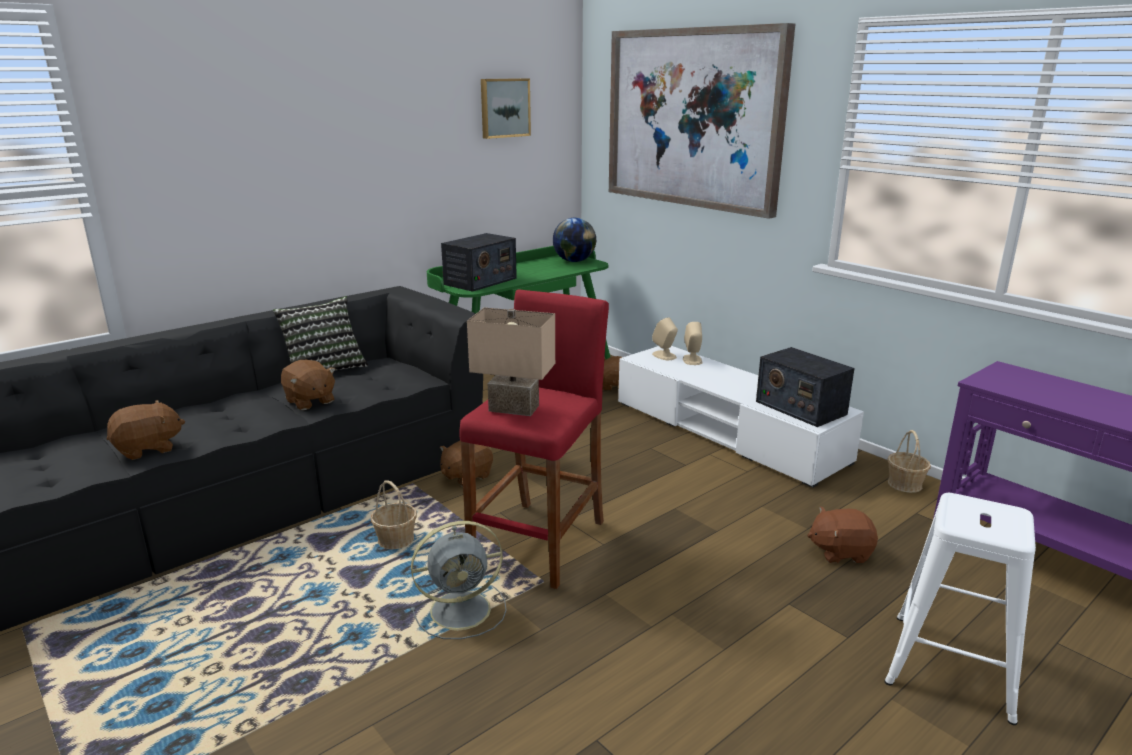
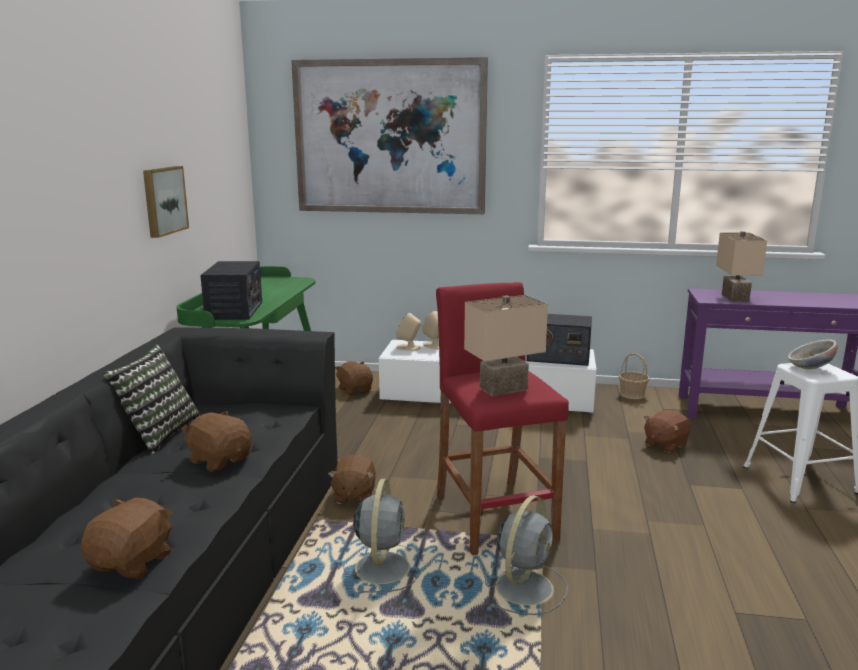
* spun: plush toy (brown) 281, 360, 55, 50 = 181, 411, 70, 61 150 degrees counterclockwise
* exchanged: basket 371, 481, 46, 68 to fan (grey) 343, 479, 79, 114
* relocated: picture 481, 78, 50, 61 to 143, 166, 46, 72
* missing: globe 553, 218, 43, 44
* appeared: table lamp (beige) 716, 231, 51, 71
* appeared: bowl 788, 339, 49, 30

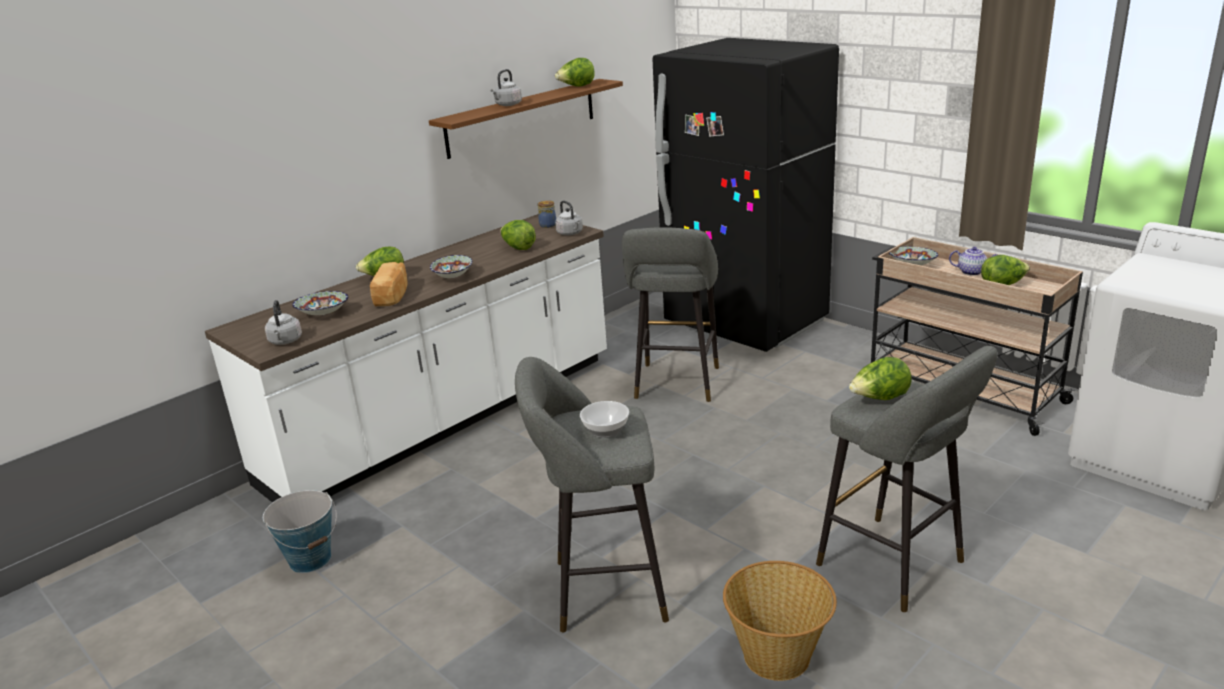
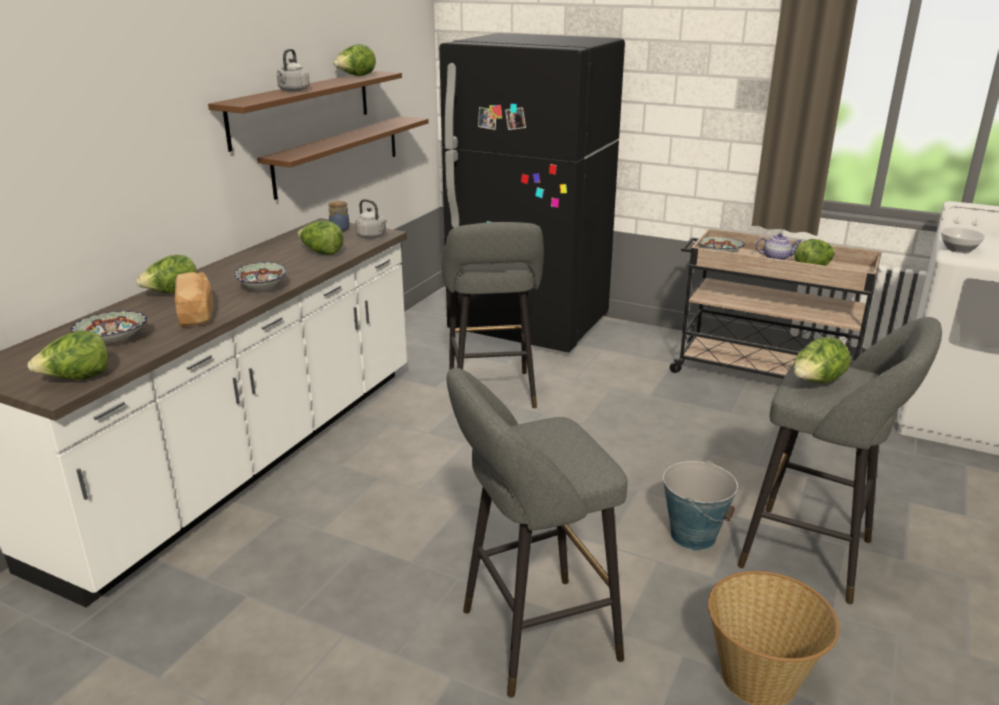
* relocated: bucket 263, 490, 74, 83 to 663, 461, 75, 89
* exchanged: kettle (grey) 265, 300, 37, 45 to lettuce 28, 331, 81, 49
* relocated: bowl 580, 401, 49, 37 to 941, 227, 45, 26
* appeared: shelf (brown) 257, 116, 172, 84

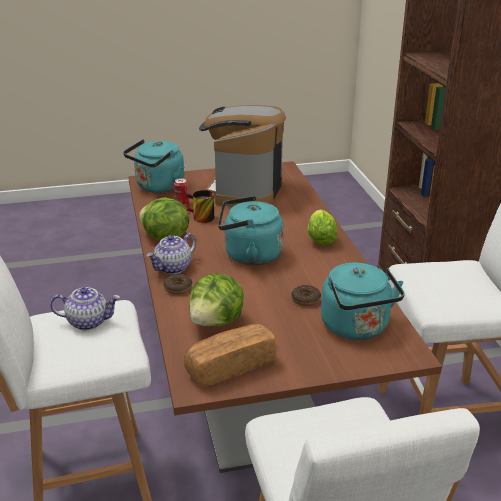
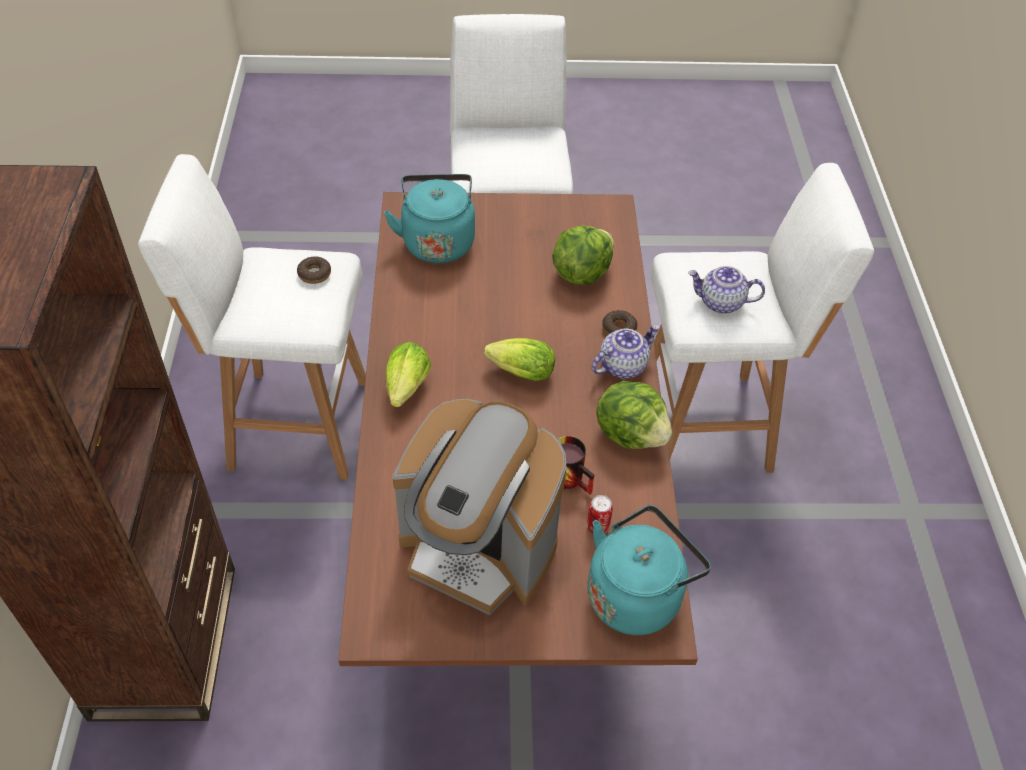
* missing: bread 184, 324, 92, 62
* spun: coffee machine 199, 105, 87, 102 = 393, 399, 173, 216 90 degrees clockwise
* exchanged: kettle (turquoise) 218, 196, 66, 69 to lettuce 484, 338, 71, 43
* relocated: donut 292, 285, 29, 21 to 297, 256, 34, 28

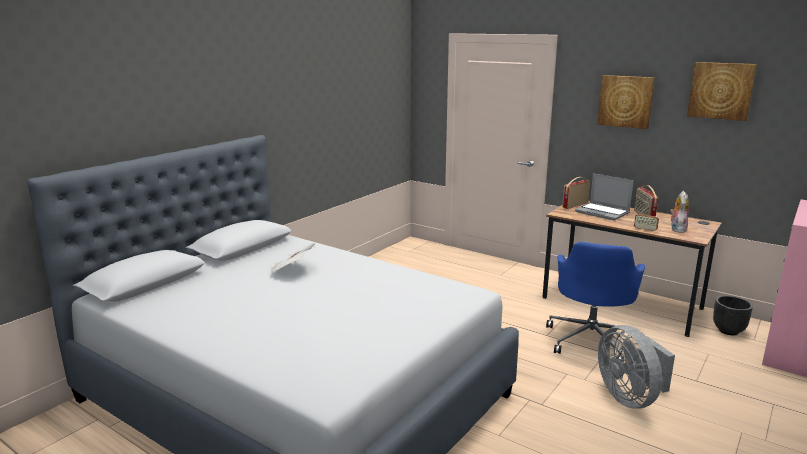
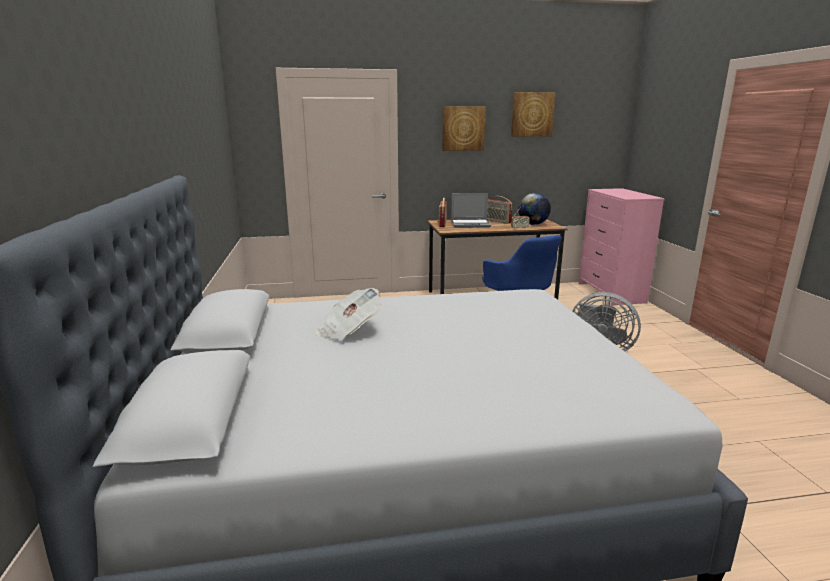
* exchanged: plush toy 670, 191, 19, 42 to globe 518, 193, 33, 32
* missing: planter (black) 713, 296, 40, 39

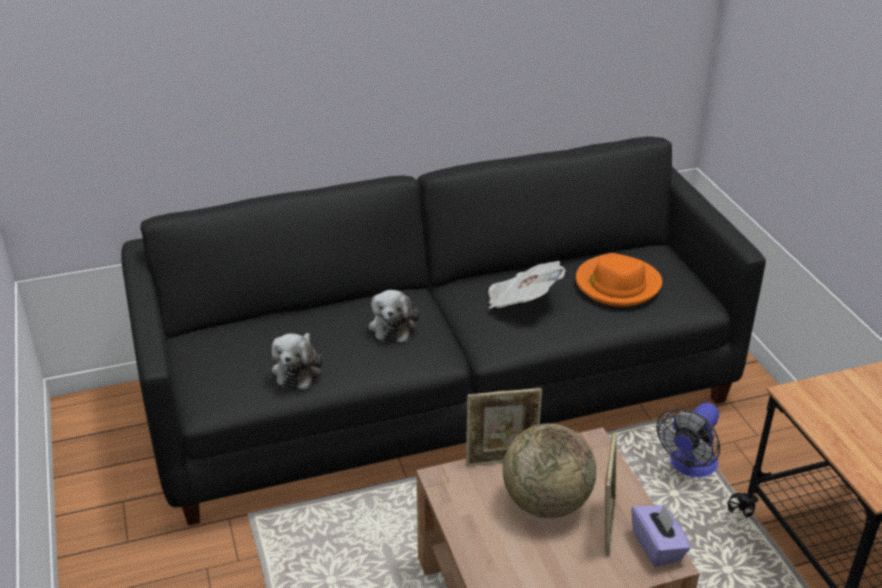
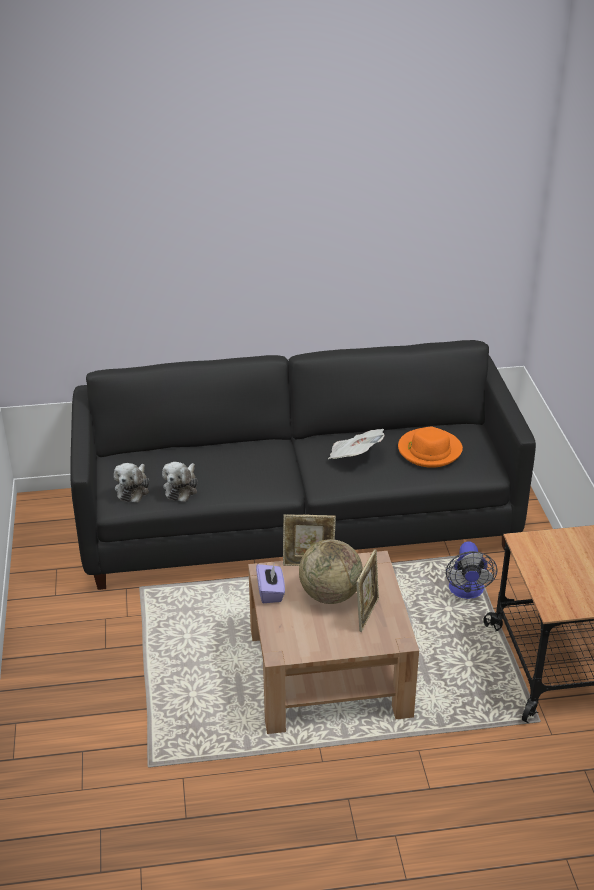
* relocated: plush toy 369, 290, 50, 53 to 114, 463, 35, 39
* relocated: tissue box (purple) 631, 503, 60, 64 to 256, 564, 29, 39
* spun: fan 657, 403, 63, 75 = 446, 541, 51, 58 45 degrees counterclockwise

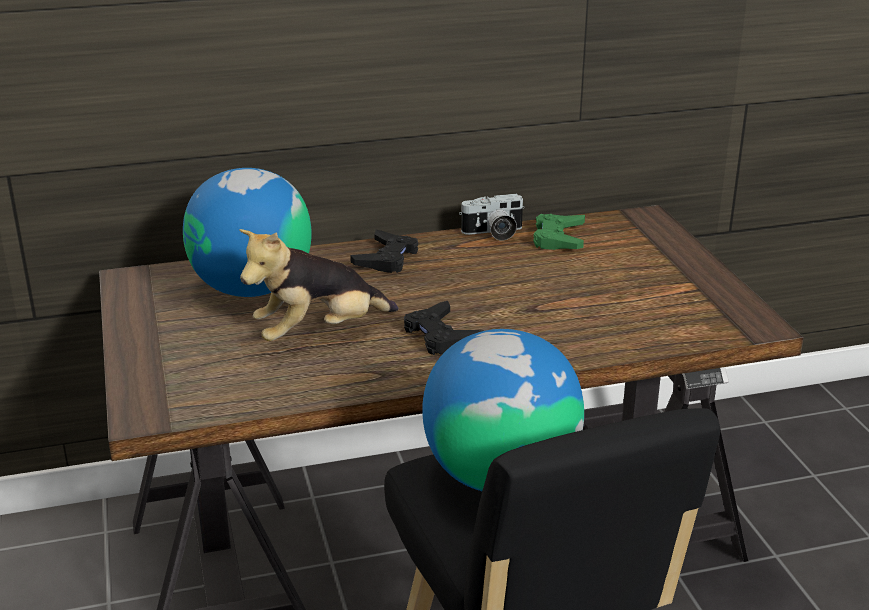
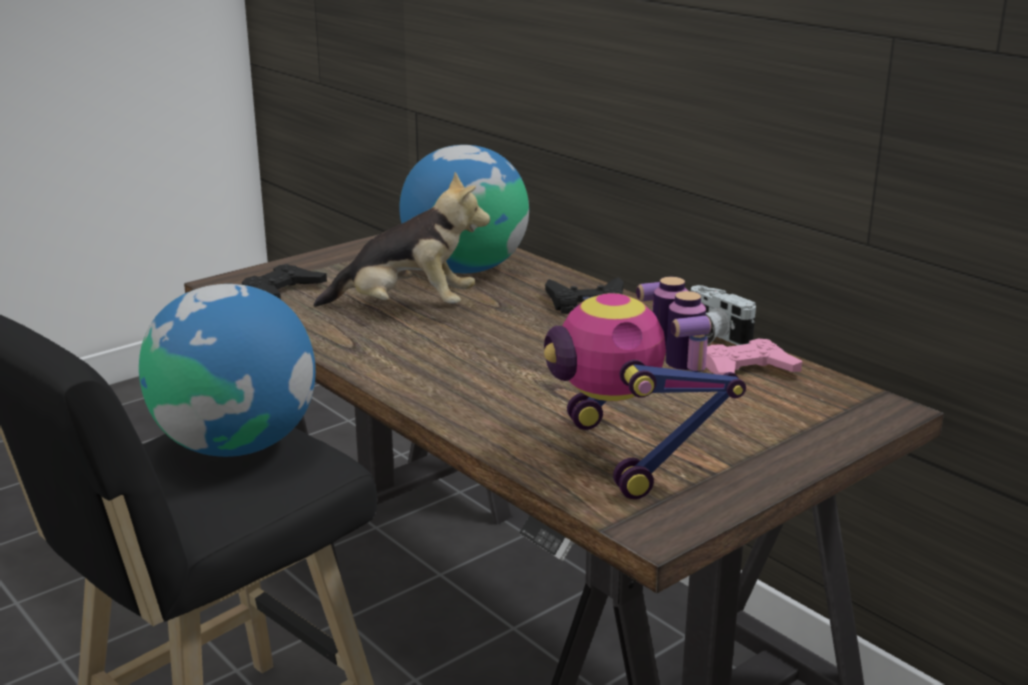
* spun: plush toy 239, 229, 160, 112 = 313, 172, 177, 135 150 degrees clockwise
* relocated: game controller (black) 404, 301, 79, 54 to 242, 264, 85, 35
* colour: game controller (green) 533, 214, 52, 36 to game controller (pink) 706, 339, 96, 36
* appeared: toy robot 544, 277, 202, 222

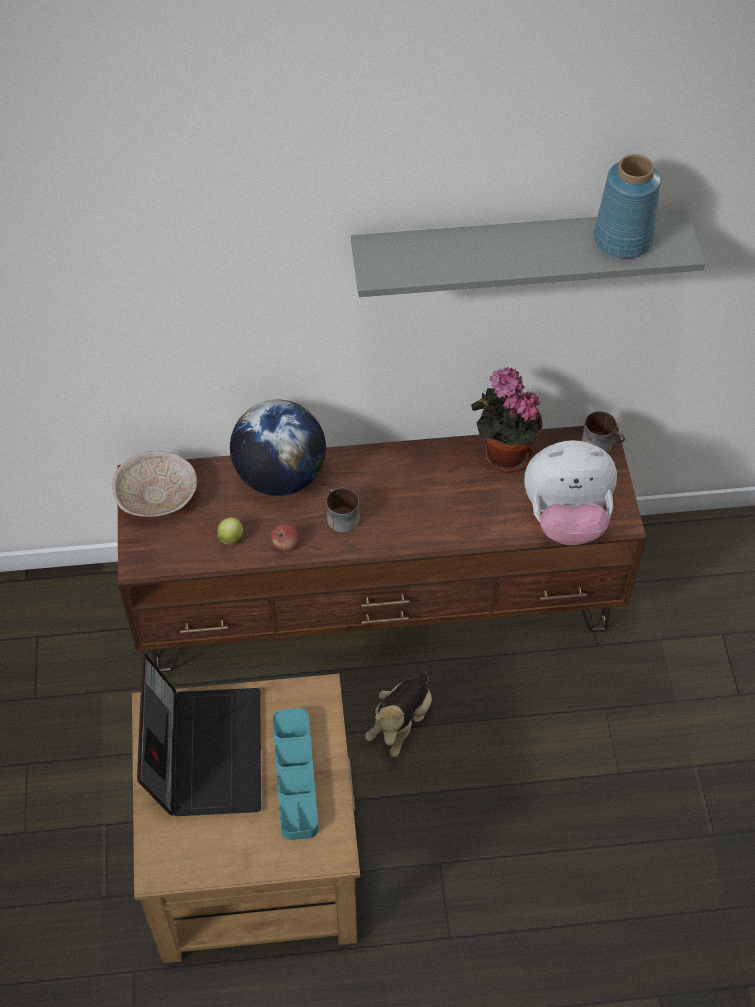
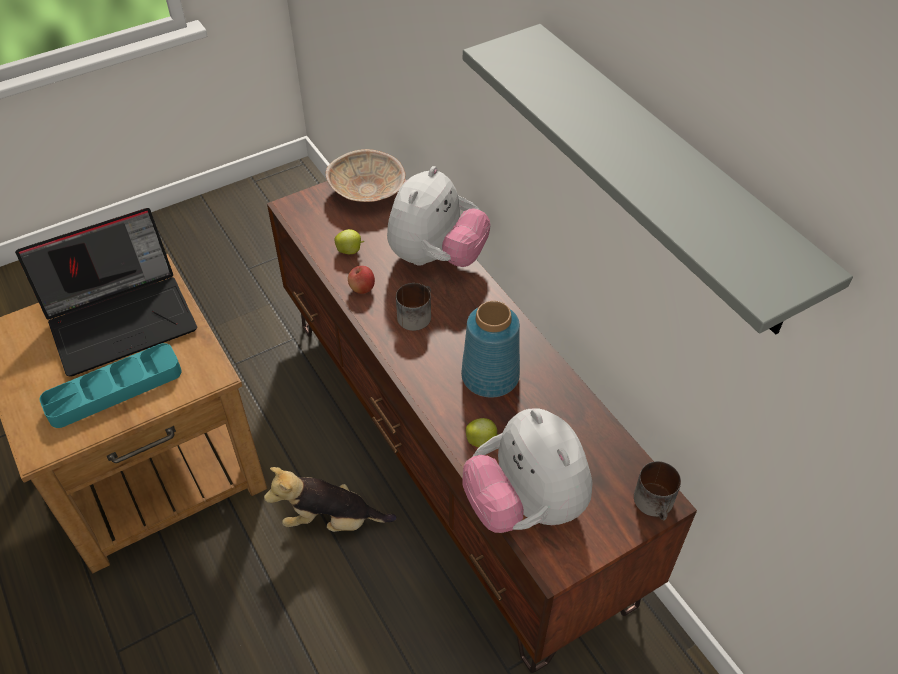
* exchanged: globe 230, 400, 96, 96 to plush toy 387, 166, 103, 101
* missing: potted plant 471, 367, 72, 106
* relocated: vase (blue) 593, 154, 68, 105 to 461, 301, 59, 97
* appeared: apple 466, 418, 33, 29

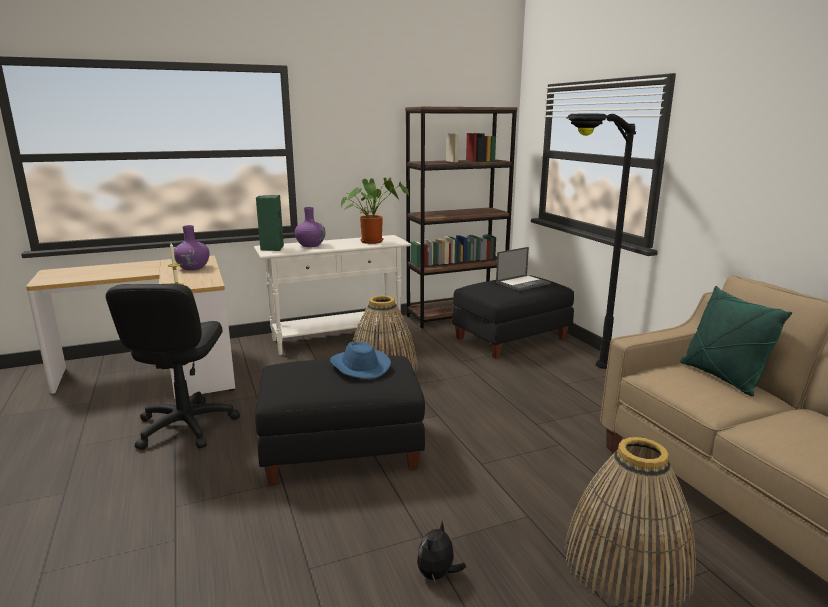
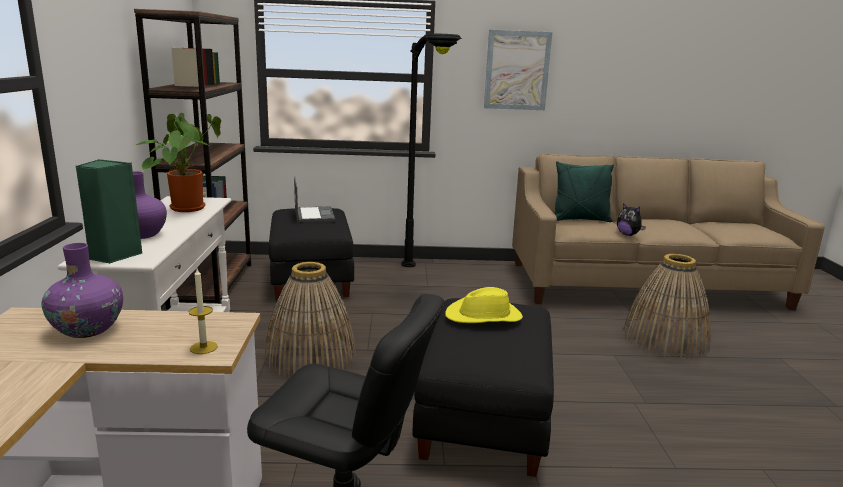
* colour: hat (blue) 330, 341, 61, 38 to hat (yellow) 445, 287, 78, 36
* relocated: plush toy 417, 521, 49, 63 to 617, 203, 29, 33
* appeared: picture 484, 30, 68, 80

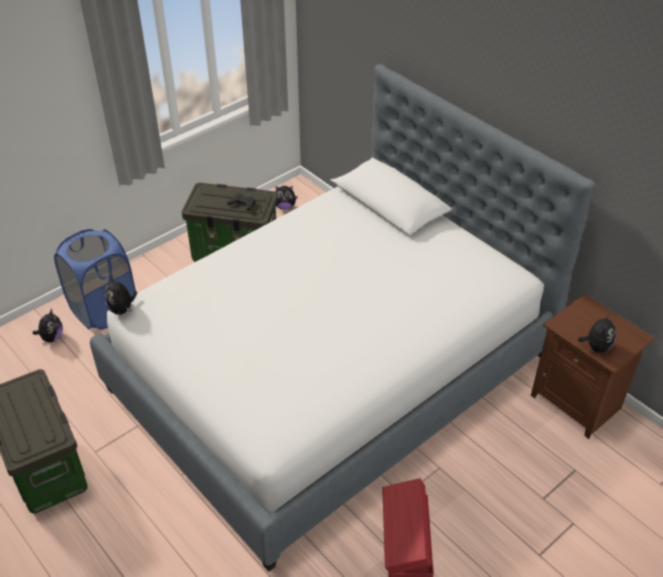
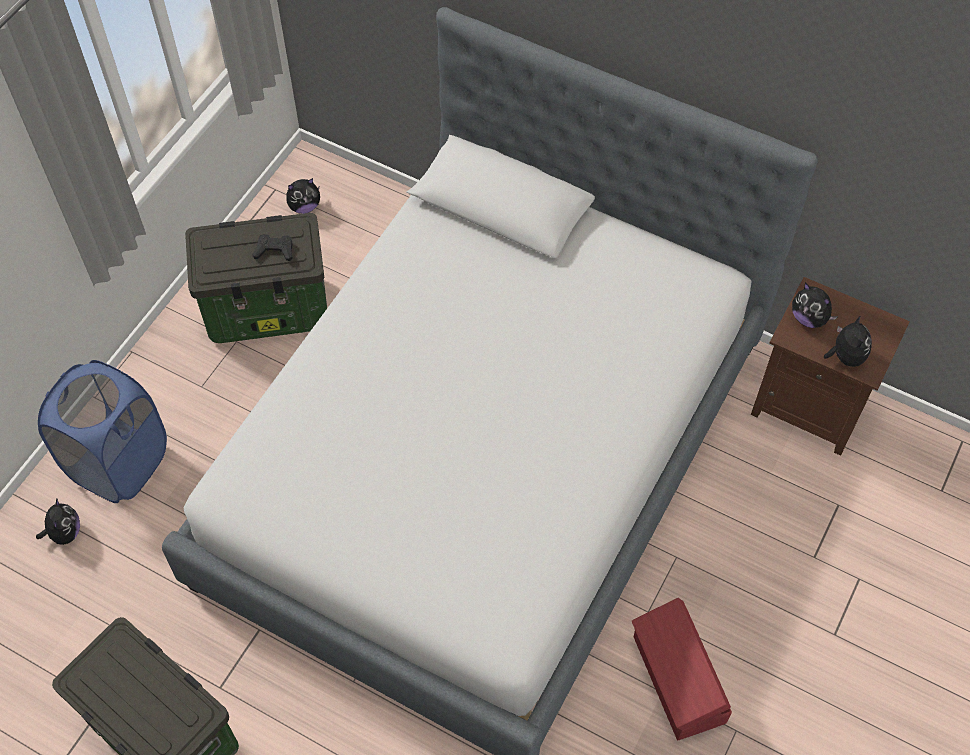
* relocated: plush toy 104, 276, 33, 39 to 792, 282, 46, 46

